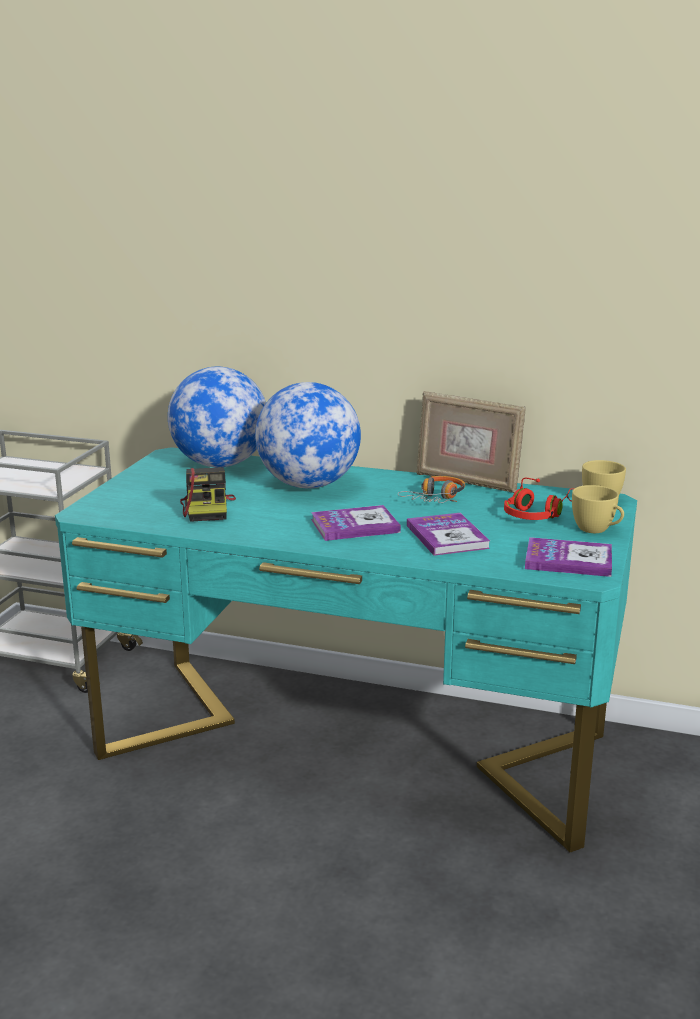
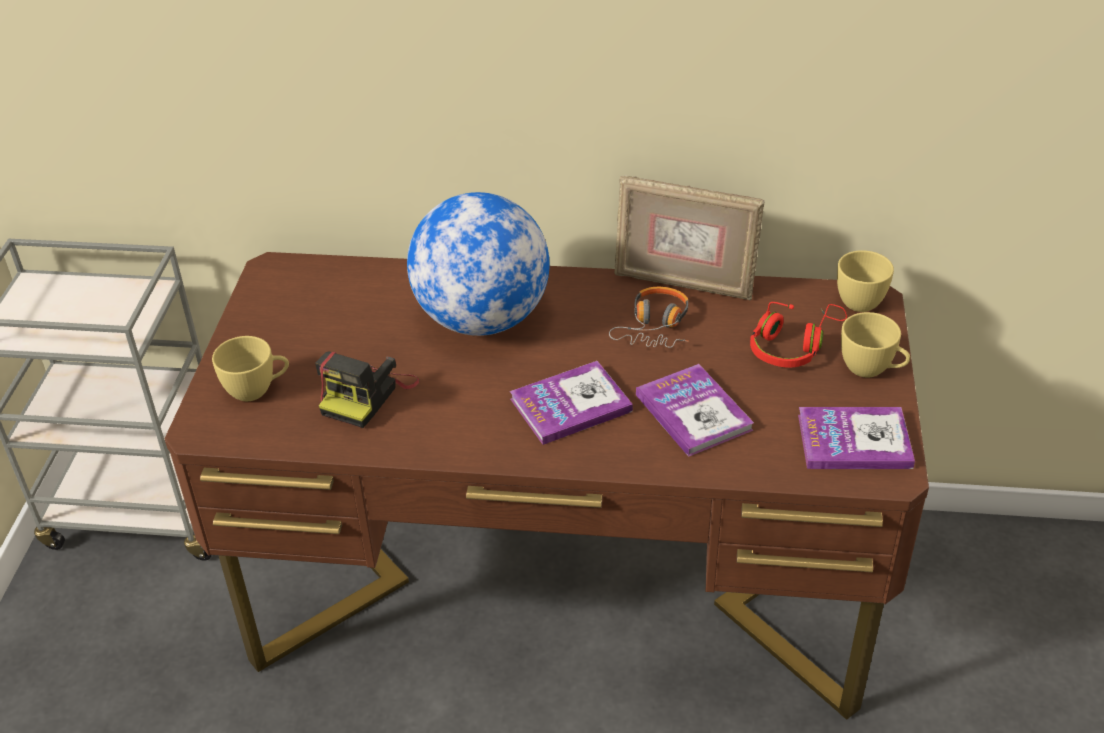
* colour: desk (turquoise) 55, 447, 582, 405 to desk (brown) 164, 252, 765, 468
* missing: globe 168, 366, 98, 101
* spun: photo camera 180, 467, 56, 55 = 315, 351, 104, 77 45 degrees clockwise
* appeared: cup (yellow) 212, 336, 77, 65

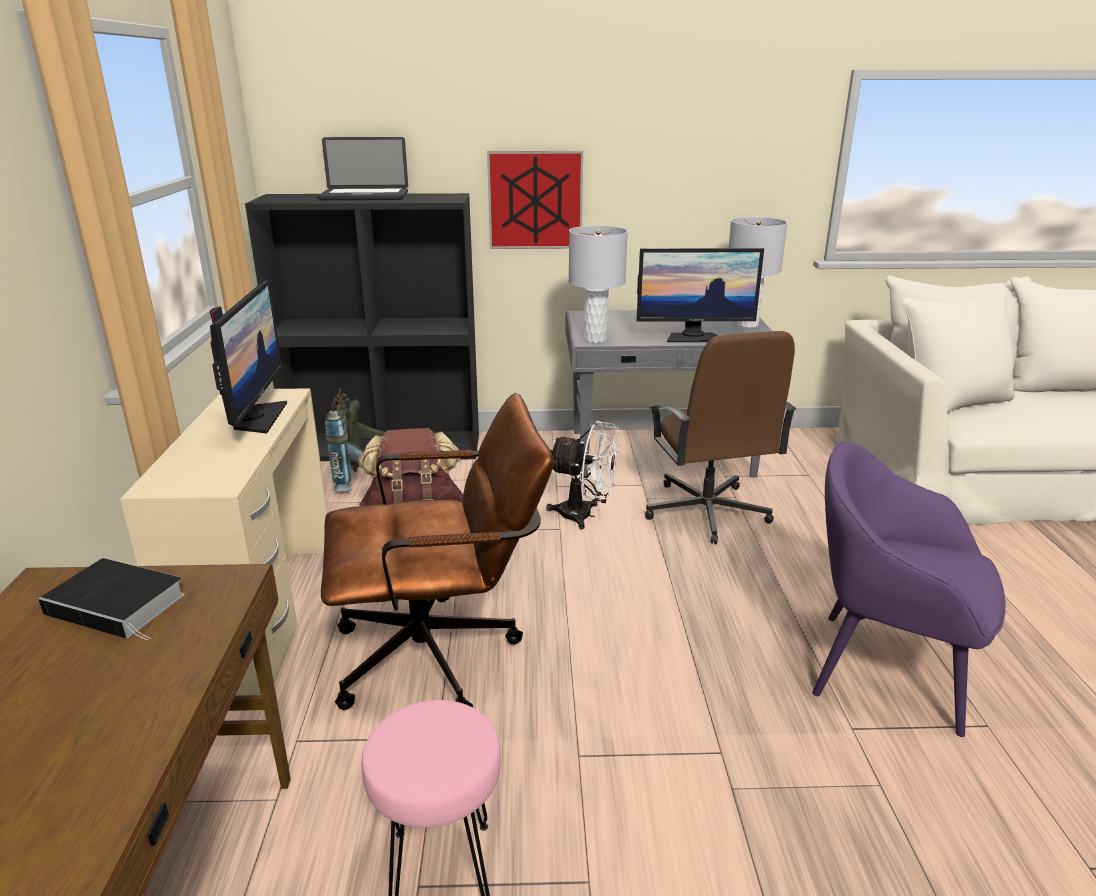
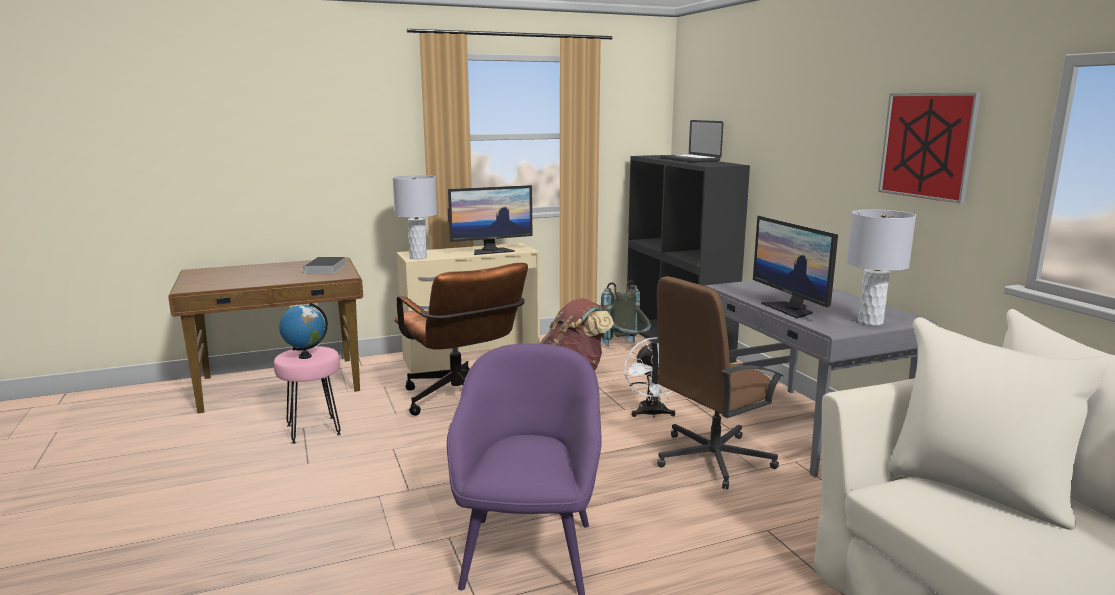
* relocated: picture 487, 151, 96, 98 to 878, 93, 103, 111
* relocated: table lamp (grey) 569, 226, 59, 117 to 393, 175, 44, 84
* appeared: globe 279, 302, 49, 57

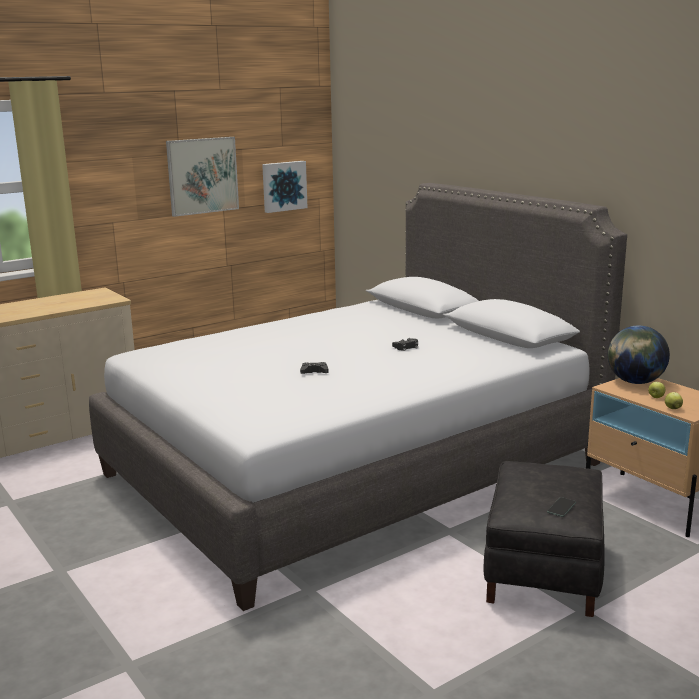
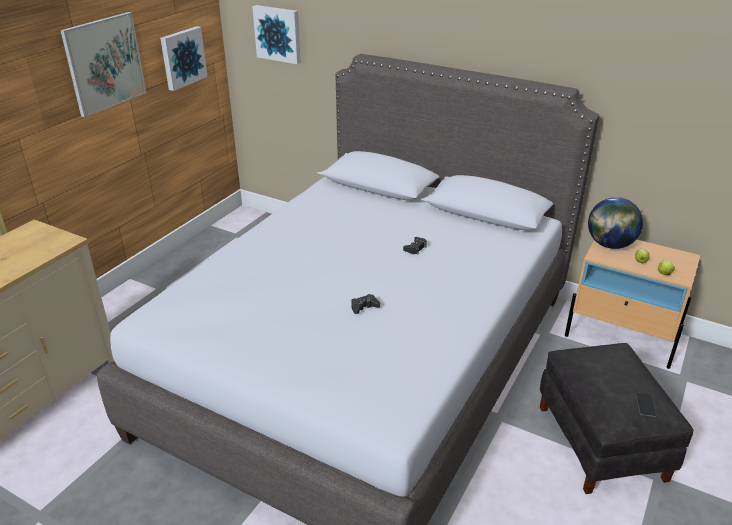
* appeared: picture 252, 5, 49, 59

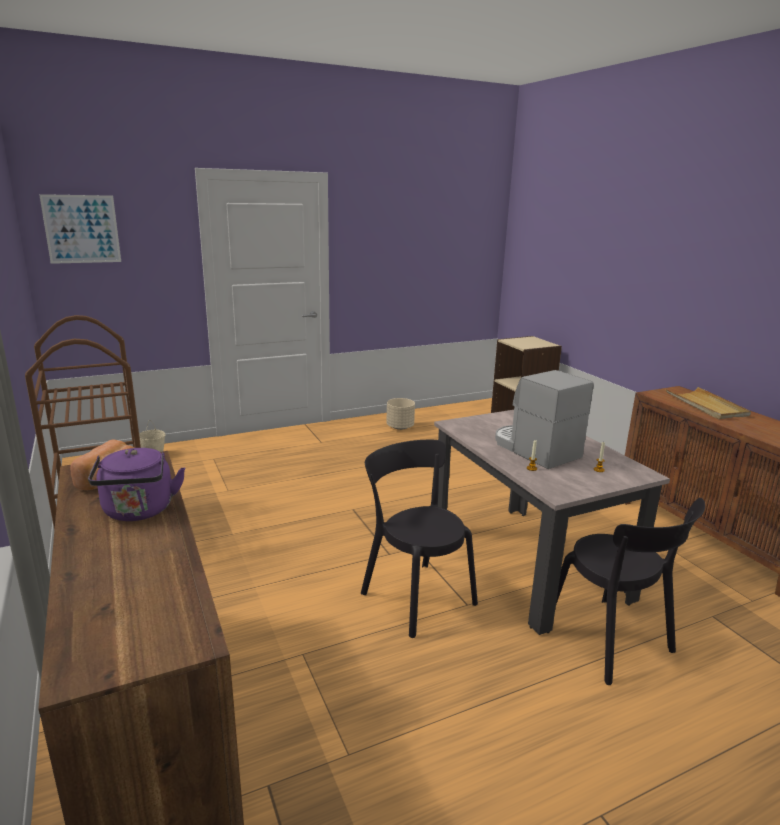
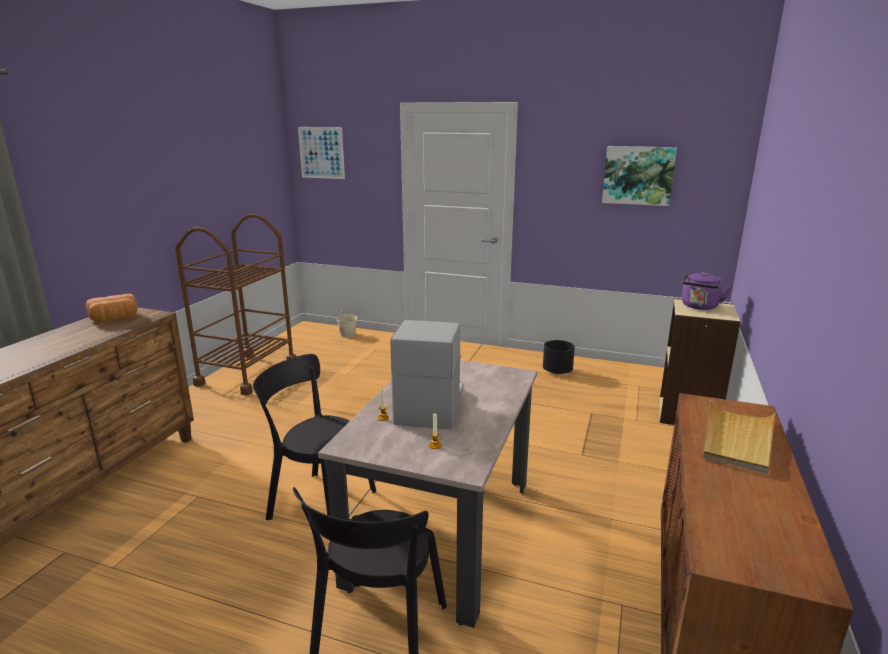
* relocated: kettle (purple) 88, 448, 97, 73 to 682, 272, 50, 38
* spun: chair (black) 361, 440, 117, 198 = 253, 354, 123, 166 75 degrees counterclockwise
* colour: planter (beige) 386, 398, 29, 32 to planter (black) 543, 340, 32, 34
* appeared: picture 602, 146, 75, 60

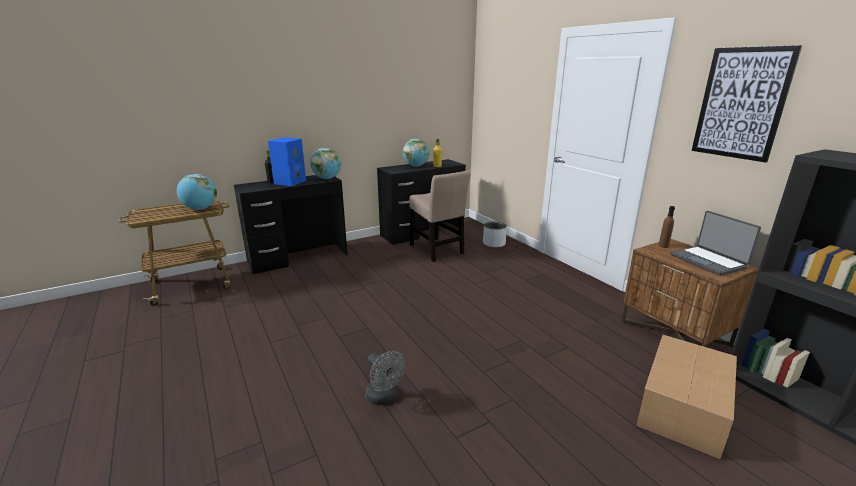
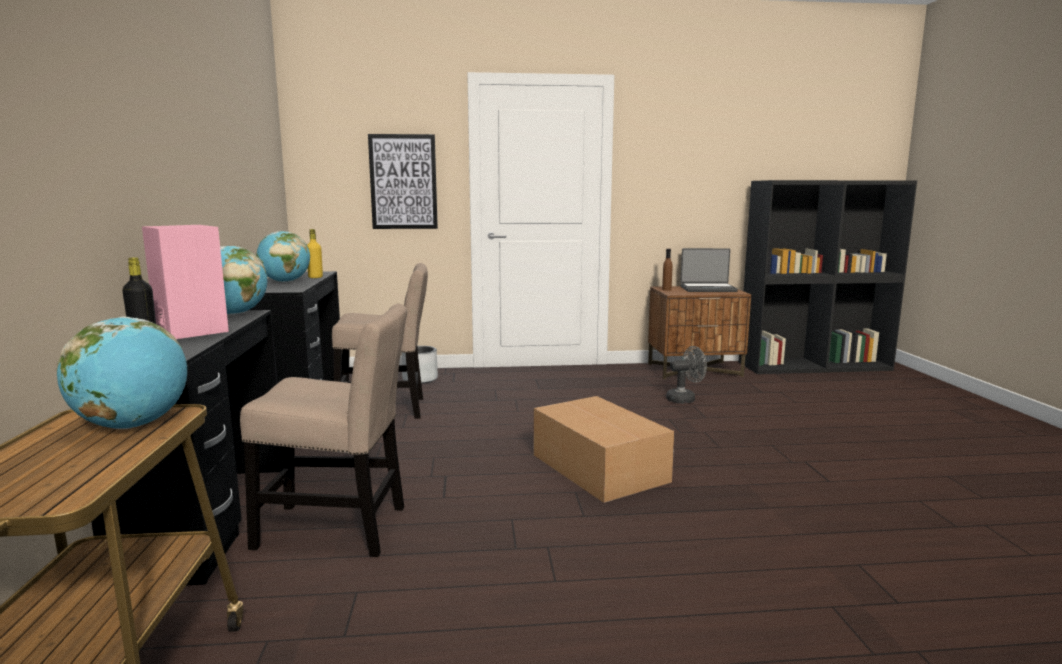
* colour: speaker (blue) 268, 137, 38, 49 to speaker (pink) 142, 225, 87, 114
* relocated: fan (grey) 365, 351, 41, 54 to 666, 346, 41, 57
* relocated: cardboard box 636, 335, 101, 125 to 534, 396, 140, 107
* relocated: picture 692, 45, 110, 118 to 368, 134, 70, 95
* appeared: chair (beige) 240, 304, 167, 253

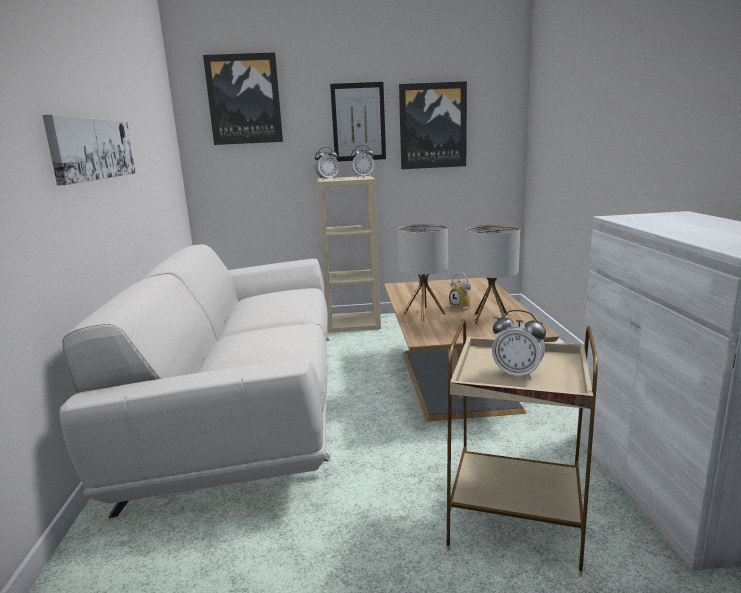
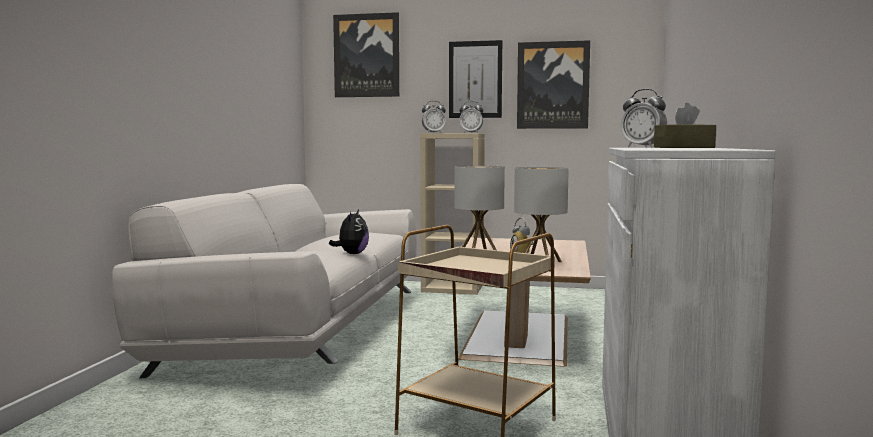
* missing: picture 42, 115, 94, 70
* relocated: alarm clock 492, 310, 54, 70 to 621, 89, 46, 59
* appeared: plush toy 329, 210, 40, 44
* appeared: tissue box (brown) 654, 103, 62, 45

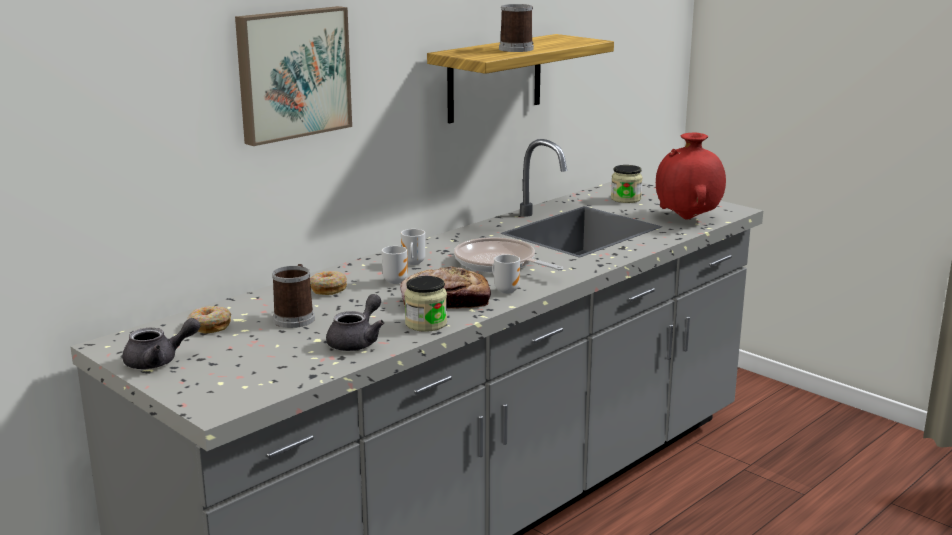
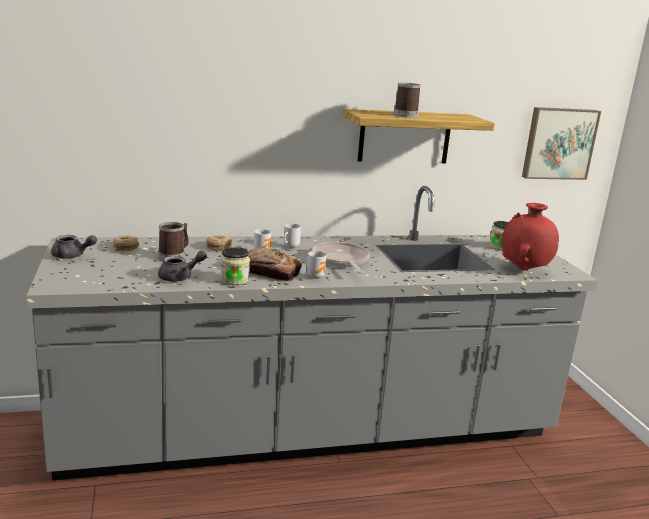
* relocated: picture 235, 6, 117, 140 to 522, 107, 79, 73

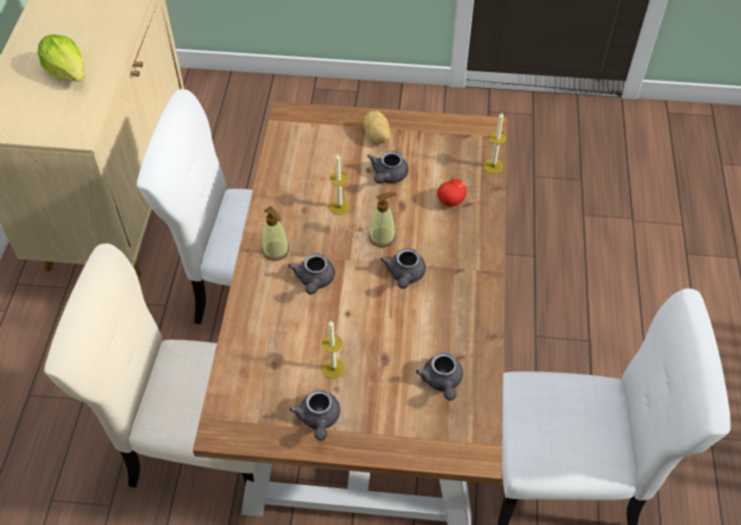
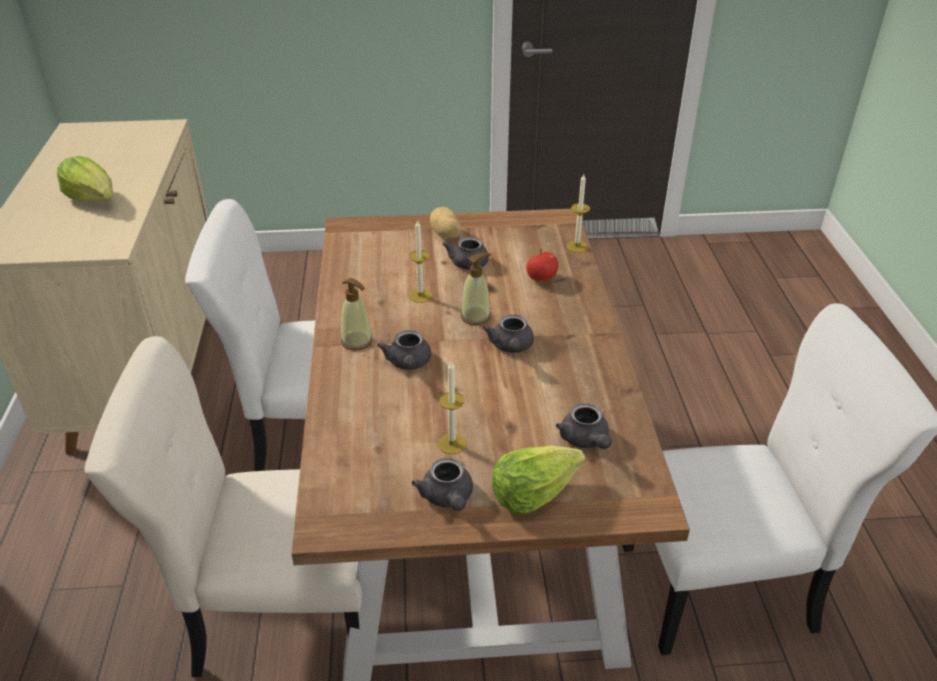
* appeared: lettuce 492, 445, 93, 70

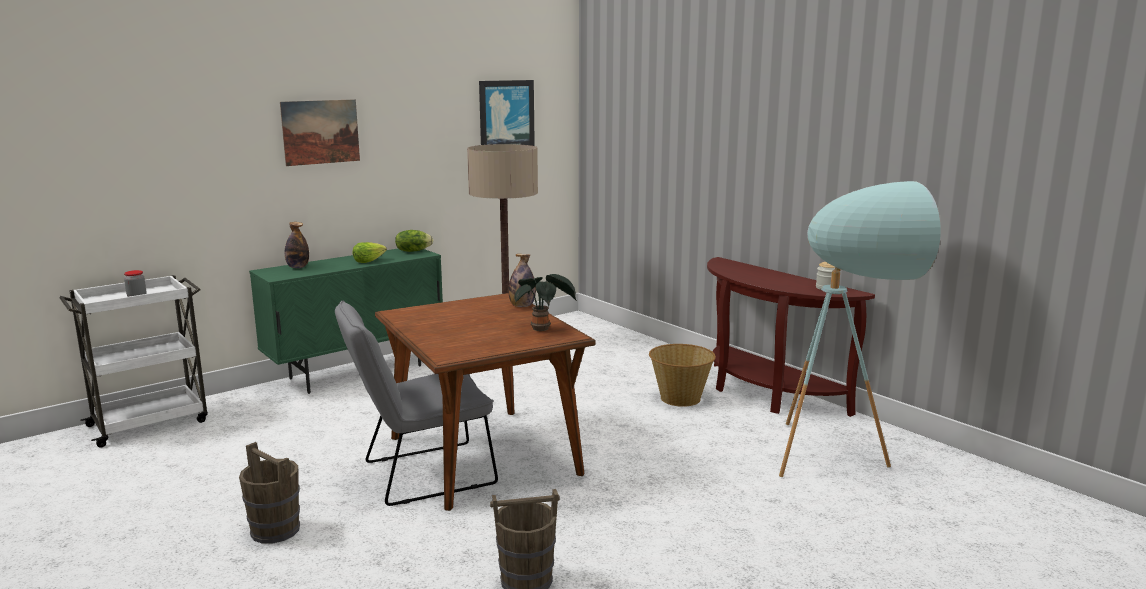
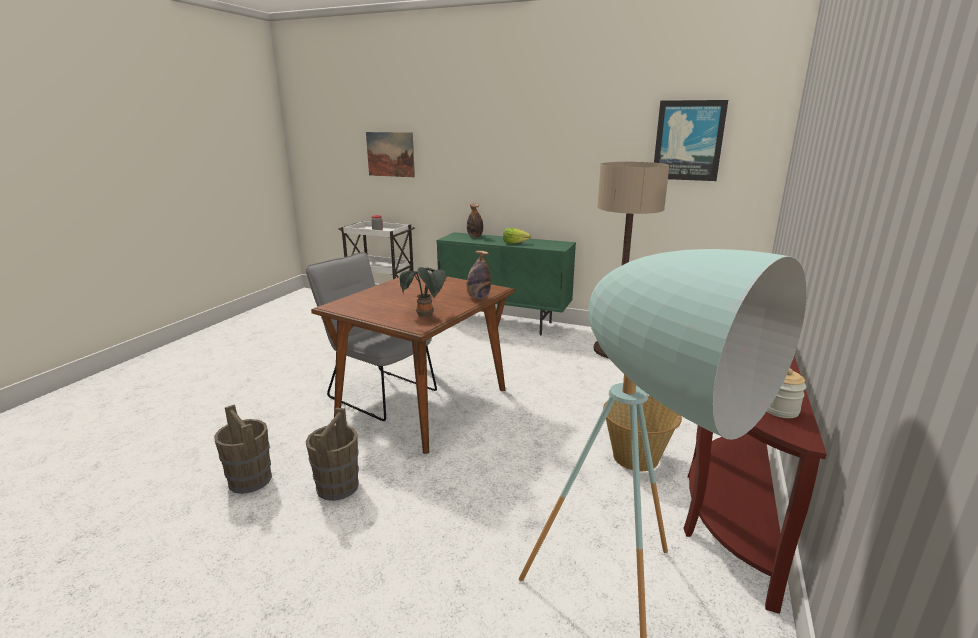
* relocated: bucket (brown) 239, 442, 61, 101 to 306, 408, 53, 93
* relocated: picture 280, 99, 80, 67 to 366, 132, 49, 45
* missing: lettuce 395, 230, 38, 22

